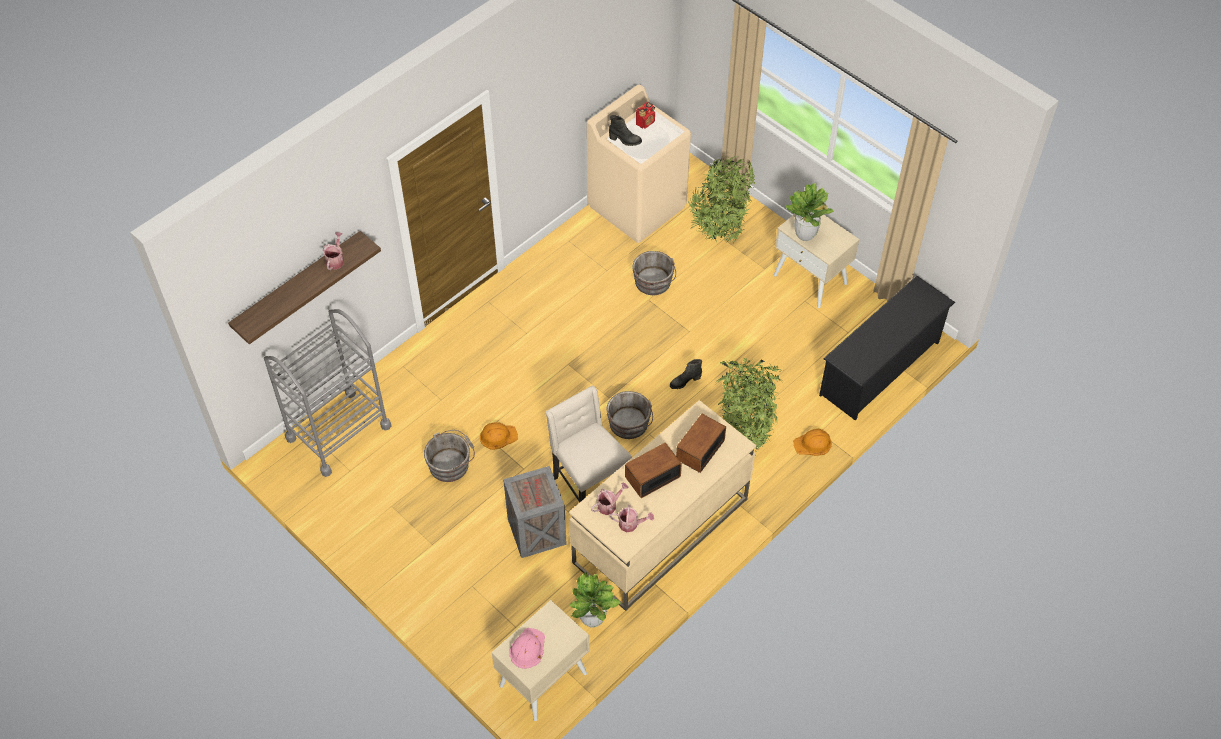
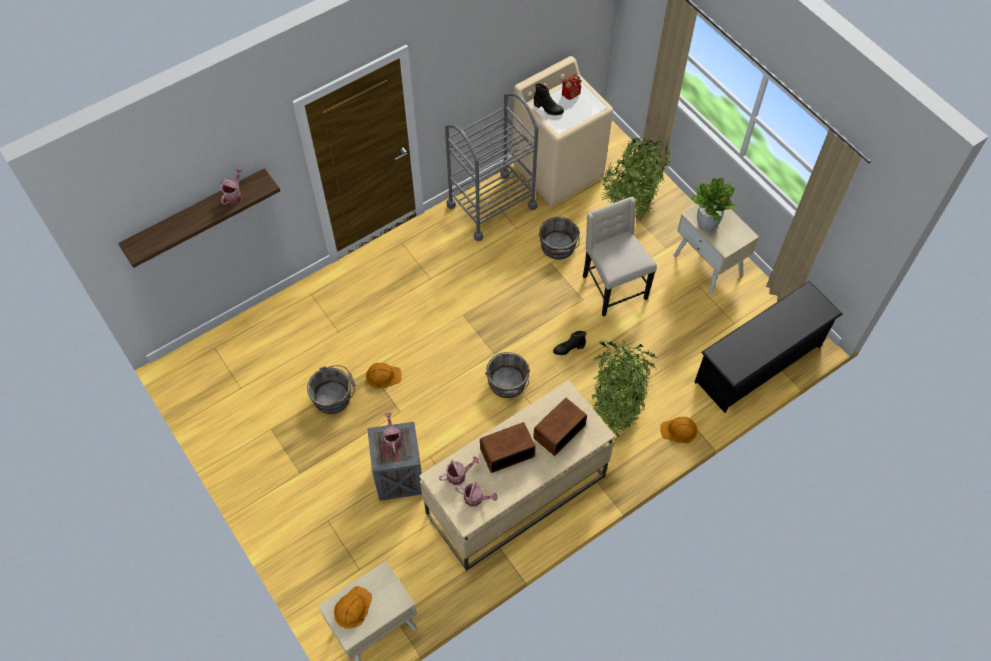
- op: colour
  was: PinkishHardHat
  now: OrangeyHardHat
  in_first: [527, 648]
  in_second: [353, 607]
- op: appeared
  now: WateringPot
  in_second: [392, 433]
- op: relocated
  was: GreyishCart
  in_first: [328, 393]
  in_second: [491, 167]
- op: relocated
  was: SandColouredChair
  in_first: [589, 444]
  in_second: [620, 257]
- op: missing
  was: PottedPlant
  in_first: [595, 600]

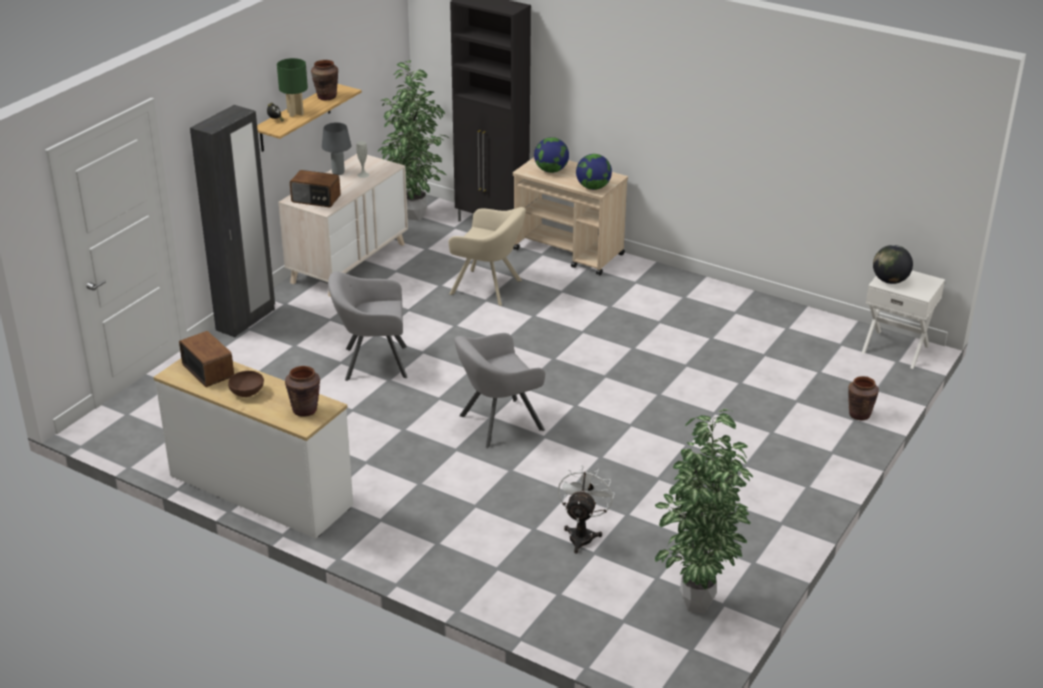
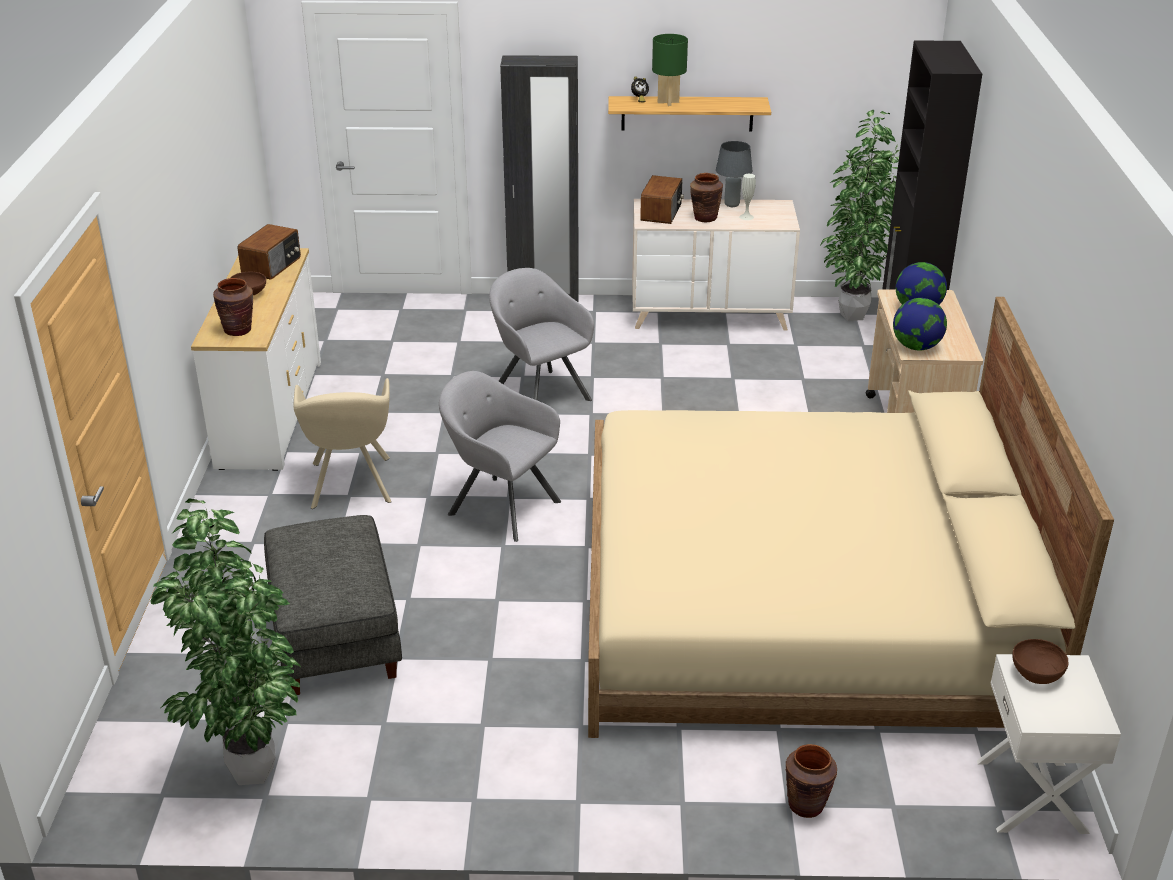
- op: exchanged
  was: WhiteColouredFan
  now: GreyishPouffe
  in_first: [586, 509]
  in_second: [333, 605]
- op: relocated
  was: SandColouredLoungeChair
  in_first: [487, 256]
  in_second: [342, 443]
- op: appeared
  now: SandColouredBedroomBed
  in_second: [851, 517]
- op: spun
  was: Radio
  in_first: [315, 188]
  in_second: [662, 199]
  clockwise: -150
- op: relocated
  was: BrownColouredVase
  in_first: [324, 80]
  in_second: [706, 197]
- op: exchanged
  was: Globe
  now: BrownColouredServingBowl
  in_first: [893, 264]
  in_second: [1040, 661]

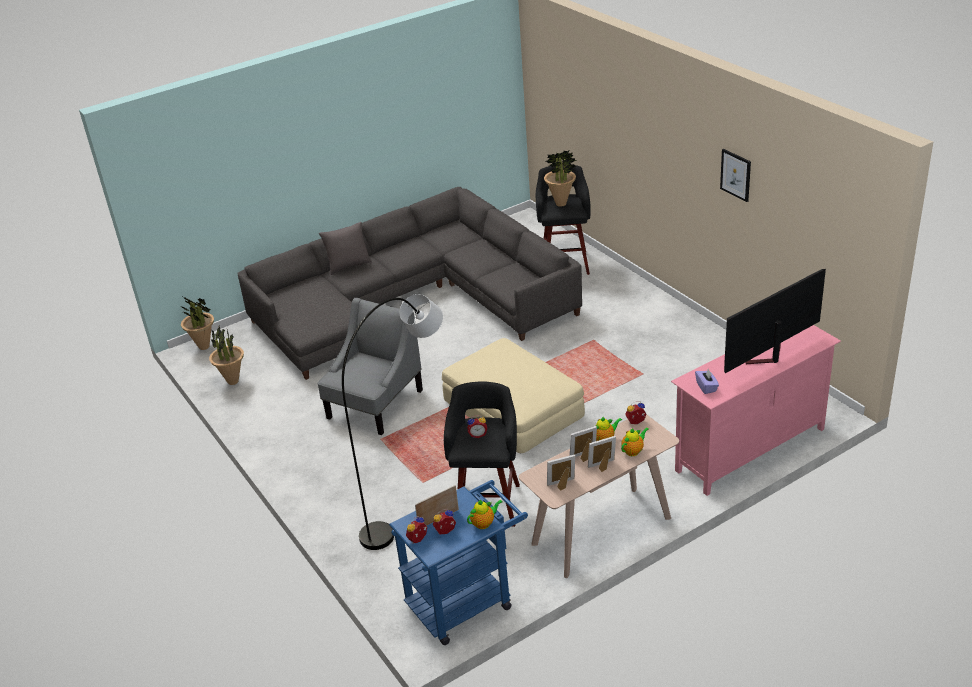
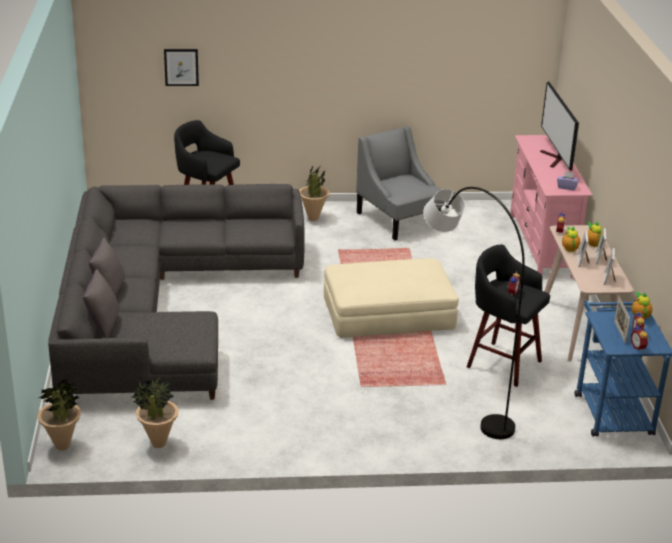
- op: appeared
  now: GreyishThrowPillow
  in_second: [101, 303]
- op: relocated
  was: WallArt
  in_first: [735, 175]
  in_second: [181, 67]
- op: relocated
  was: PottedPlant
  in_first: [560, 179]
  in_second: [314, 192]
- op: relocated
  was: GreyishLoungeChair
  in_first: [370, 366]
  in_second: [400, 183]

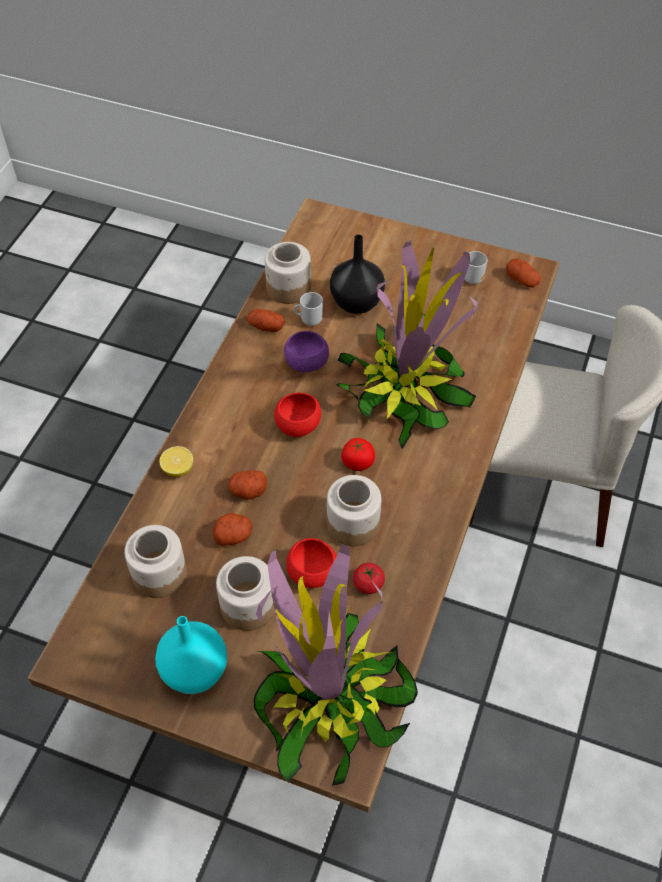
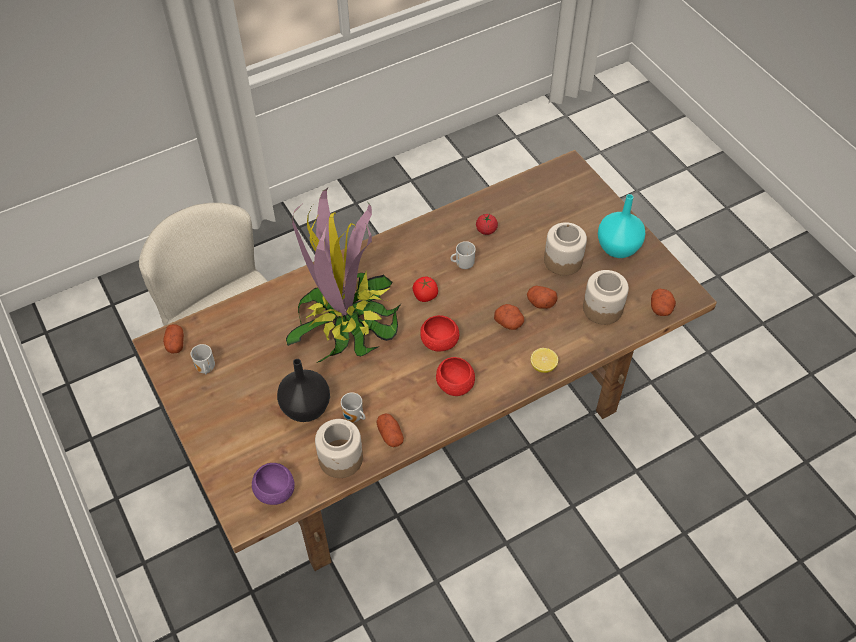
- op: relocated
  was: PurpleColouredServingBowl
  in_first: [306, 351]
  in_second: [273, 484]
- op: relocated
  was: RedServingBowl
  in_first: [311, 563]
  in_second: [455, 376]
- op: exchanged
  was: PreserveJar
  now: CoffeeMug
  in_first: [354, 510]
  in_second: [463, 255]
- op: appeared
  now: Spud
  in_second: [663, 302]
- op: missing
  was: PottedPlant
  in_first: [336, 664]

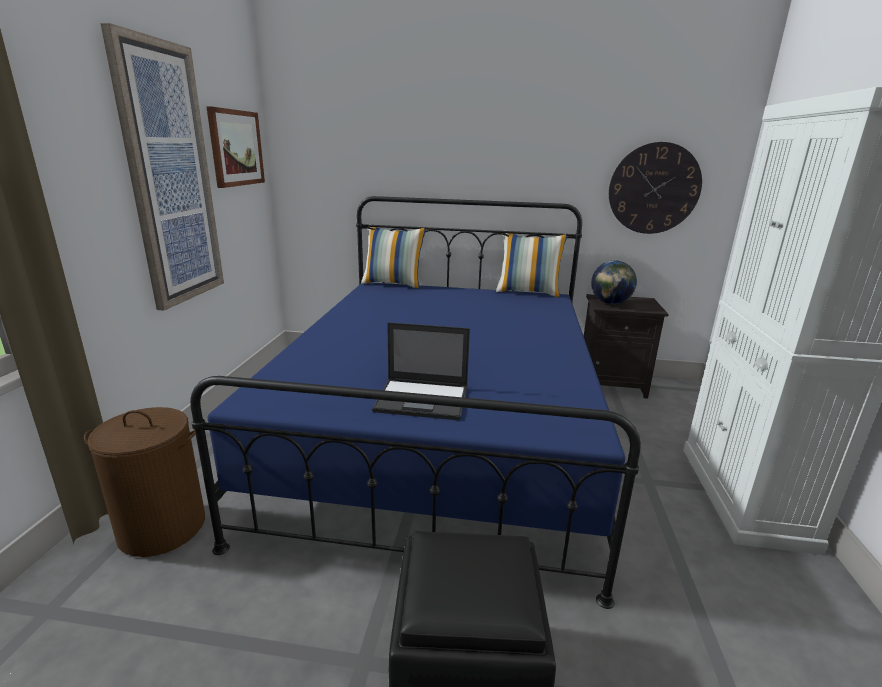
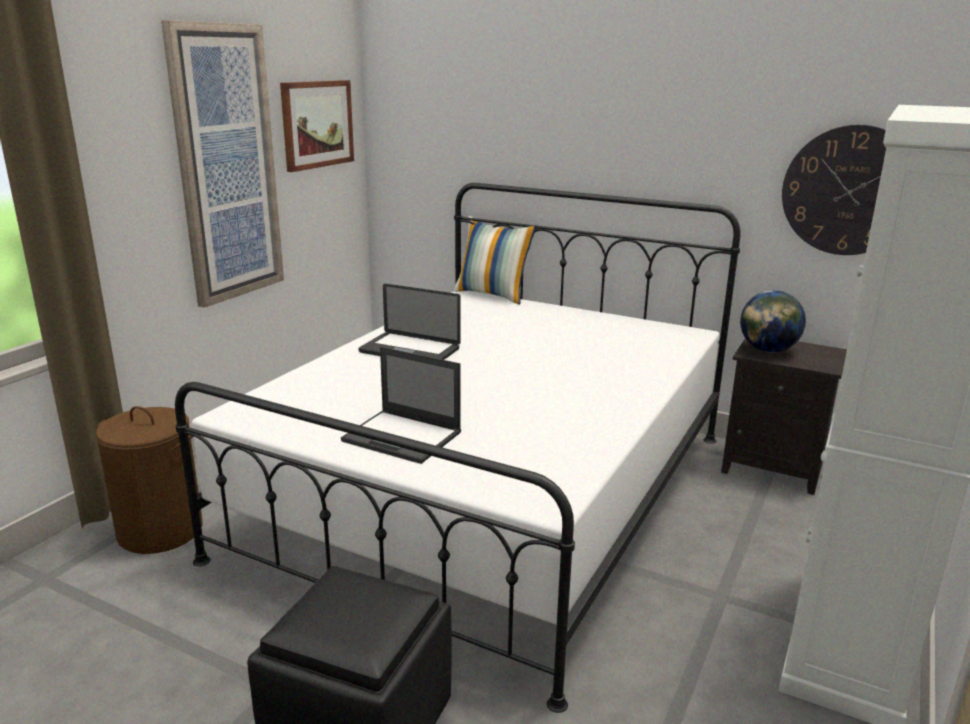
- op: colour
  was: BluishBedroomBed
  now: WhiteColouredBedroomBed
  in_first: [415, 402]
  in_second: [458, 448]
- op: appeared
  now: NotebookComputer
  in_second: [410, 322]
- op: missing
  was: ThrowPillow
  in_first: [531, 263]

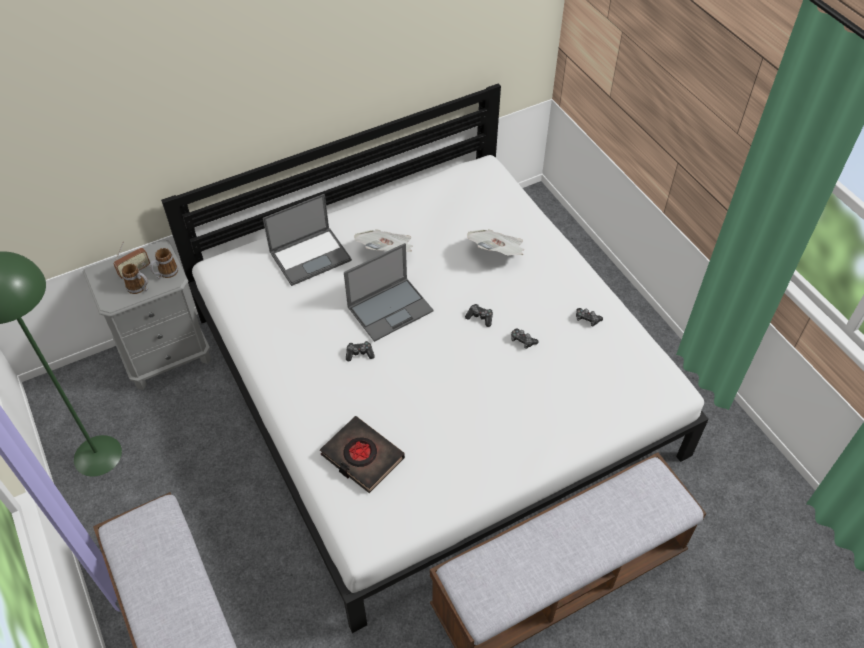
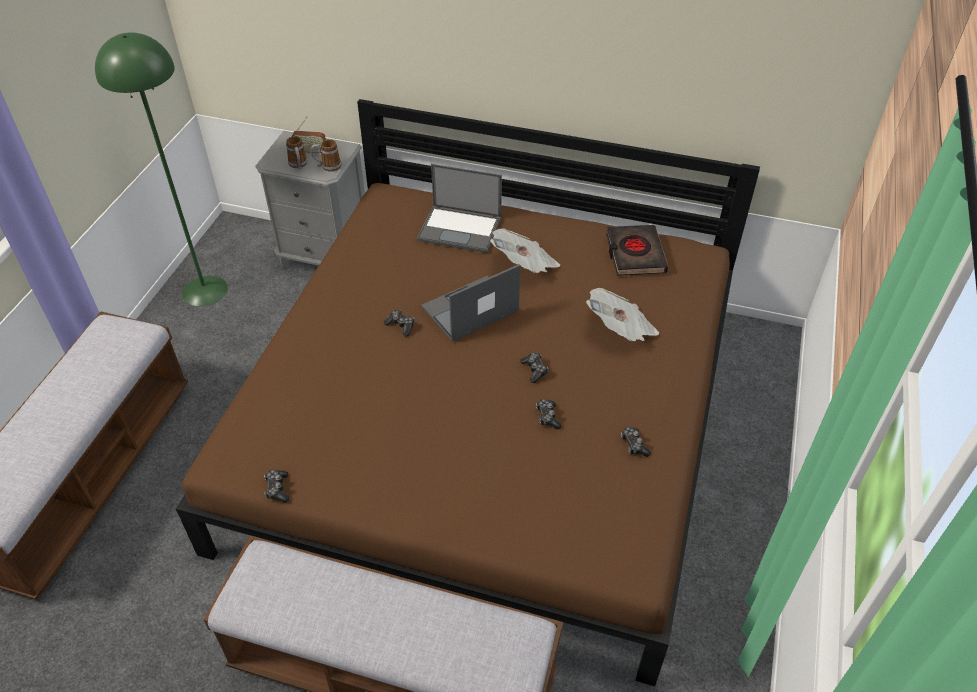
- op: colour
  was: WhiteColouredBedroomBed
  now: BrownColouredBedroomBed
  in_first: [435, 358]
  in_second: [468, 392]
- op: appeared
  now: Gamepad
  in_second: [276, 486]
- op: spun
  was: NotebookComputer
  in_first: [389, 292]
  in_second: [470, 303]
  clockwise: 135
- op: relocated
  was: BlackBook
  in_first: [362, 454]
  in_second: [637, 250]

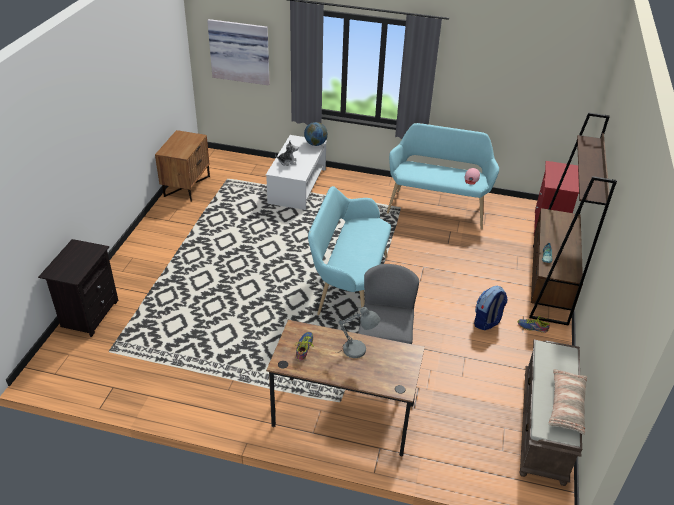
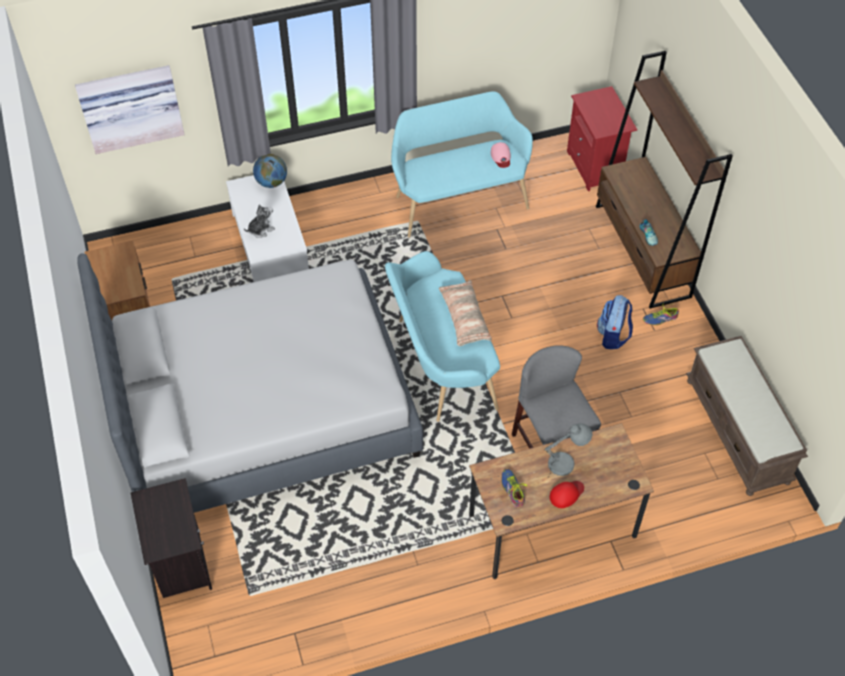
- op: appeared
  now: GreyishBedroomBed
  in_second: [250, 383]
- op: relocated
  was: ThrowPillow
  in_first: [567, 402]
  in_second: [465, 313]
- op: appeared
  now: RedBaseballCap
  in_second: [567, 494]

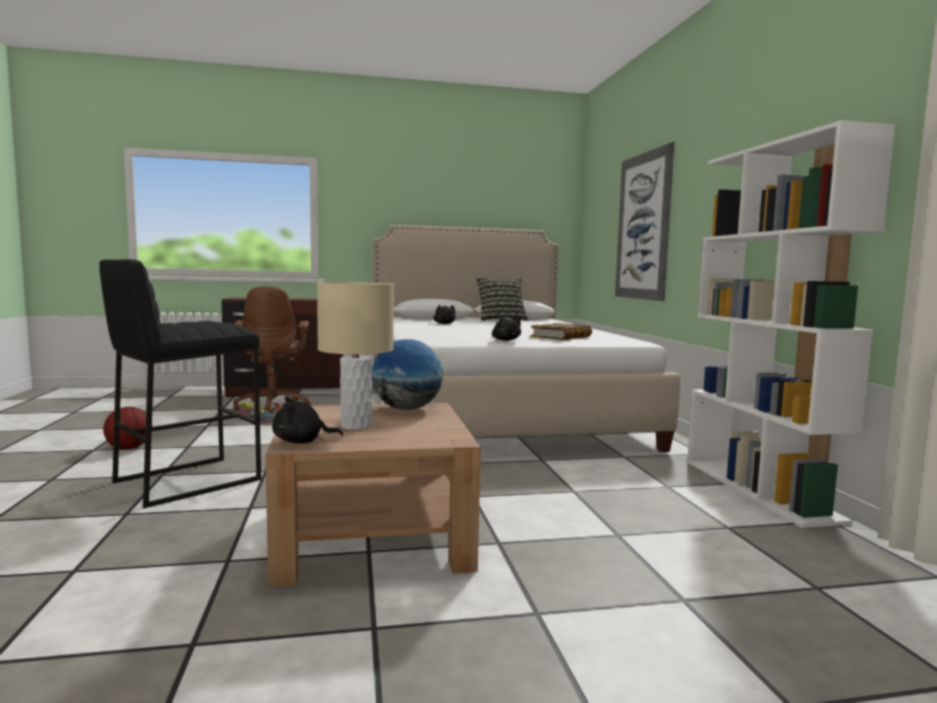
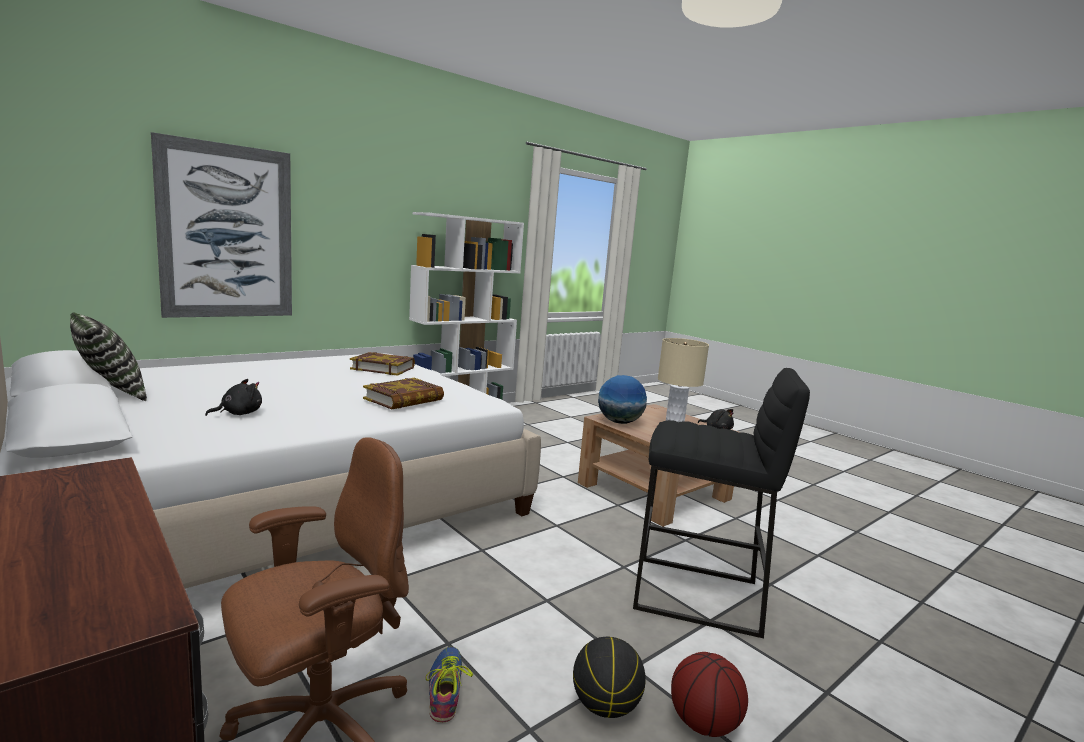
- op: appeared
  now: Book
  in_second: [403, 394]
- op: appeared
  now: BasketballBall
  in_second: [609, 677]
- op: missing
  was: BlackCuddlyToy
  in_first: [506, 328]

